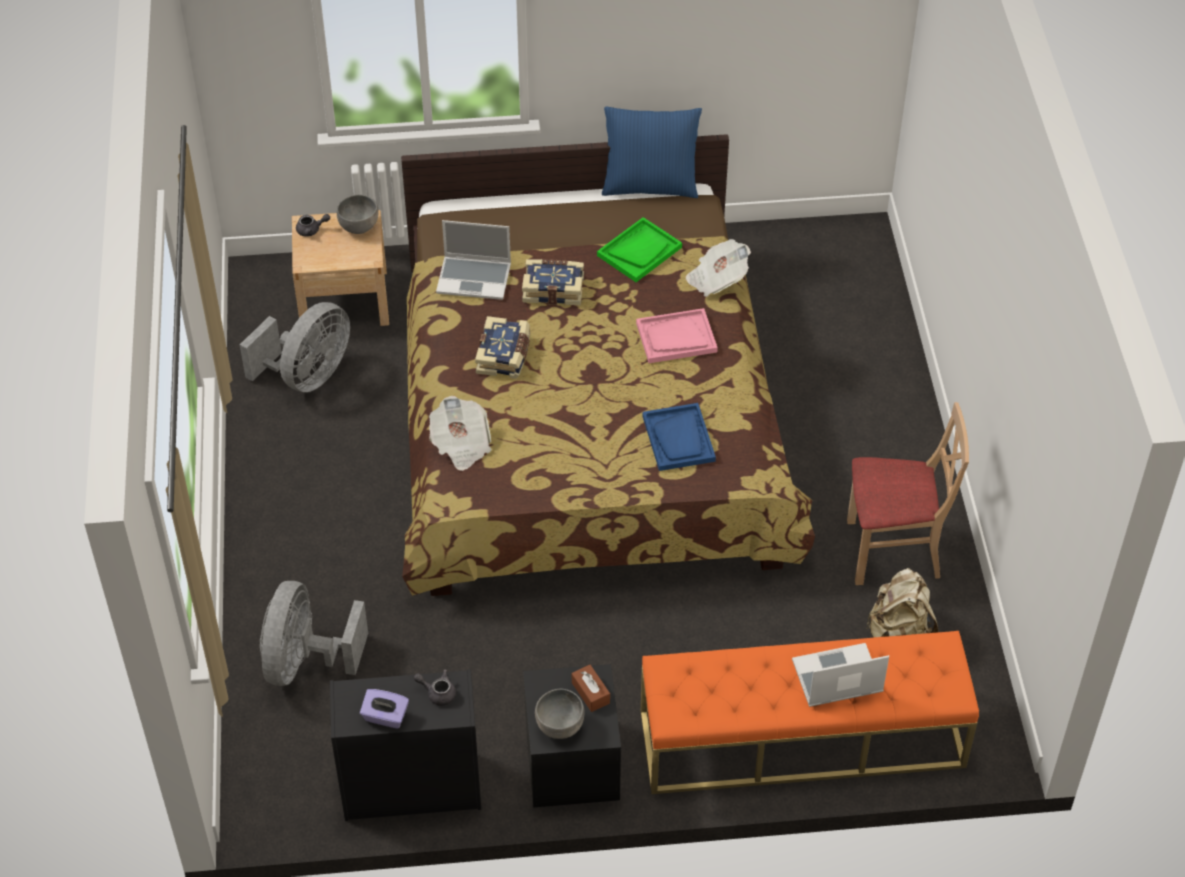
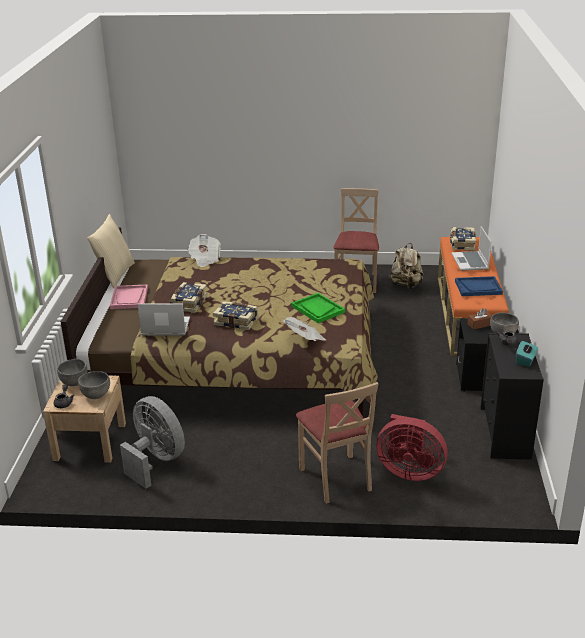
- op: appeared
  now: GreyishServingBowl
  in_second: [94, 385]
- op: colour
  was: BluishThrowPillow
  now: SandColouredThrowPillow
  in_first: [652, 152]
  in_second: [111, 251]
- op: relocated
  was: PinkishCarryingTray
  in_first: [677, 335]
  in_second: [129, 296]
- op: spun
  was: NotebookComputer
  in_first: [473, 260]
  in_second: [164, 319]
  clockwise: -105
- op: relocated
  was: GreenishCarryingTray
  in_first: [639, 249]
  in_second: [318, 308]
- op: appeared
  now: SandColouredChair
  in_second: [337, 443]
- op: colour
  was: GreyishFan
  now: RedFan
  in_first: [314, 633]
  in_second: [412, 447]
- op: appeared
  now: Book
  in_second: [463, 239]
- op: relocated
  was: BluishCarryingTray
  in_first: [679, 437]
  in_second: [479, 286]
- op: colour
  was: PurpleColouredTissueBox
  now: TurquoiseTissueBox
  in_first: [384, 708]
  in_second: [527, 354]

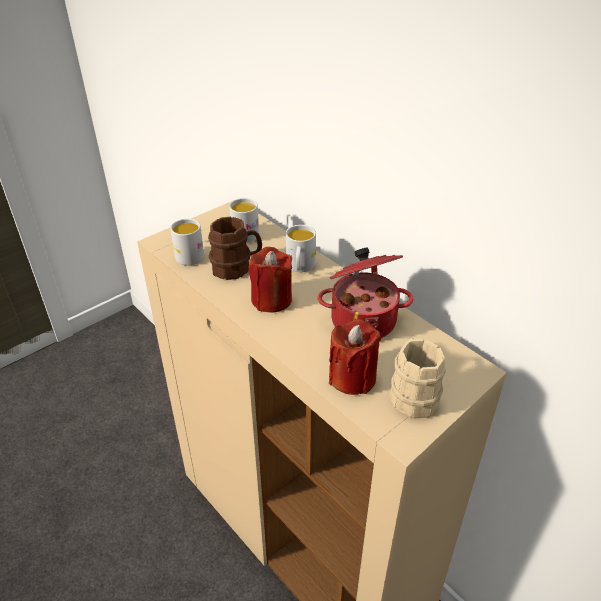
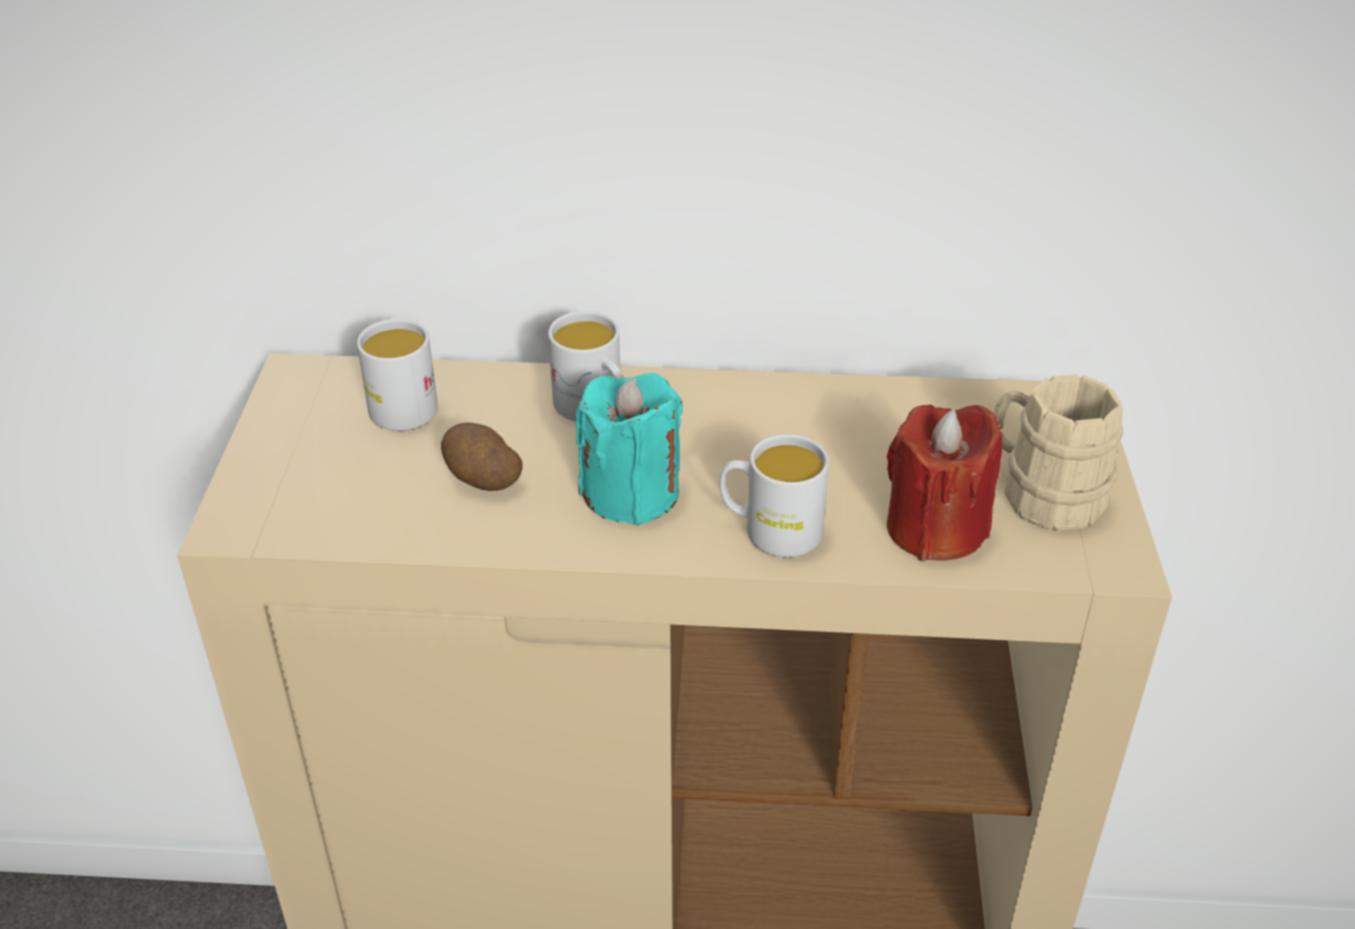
- op: exchanged
  was: BrownColouredCoffeeMug
  now: Spud
  in_first: [235, 248]
  in_second: [481, 456]
- op: colour
  was: RedCandle
  now: TurquoiseCandle
  in_first: [270, 280]
  in_second: [629, 449]
- op: relocated
  was: WhiteColouredCoffeeMug
  in_first: [187, 242]
  in_second: [774, 495]
- op: missing
  was: Stockpot
  in_first: [365, 292]

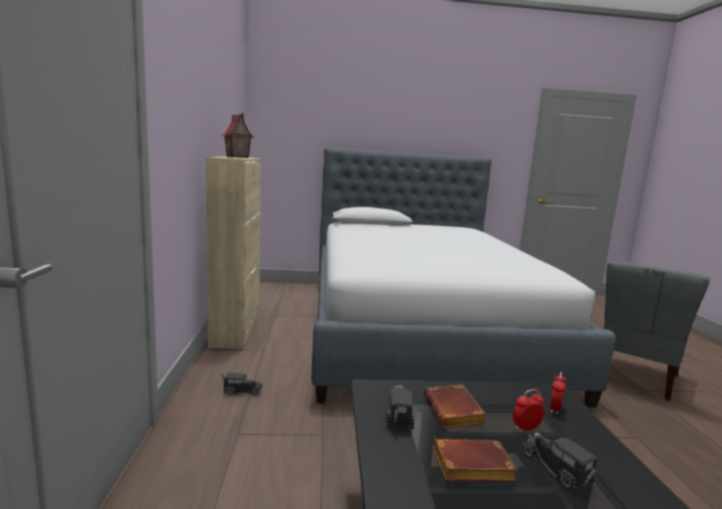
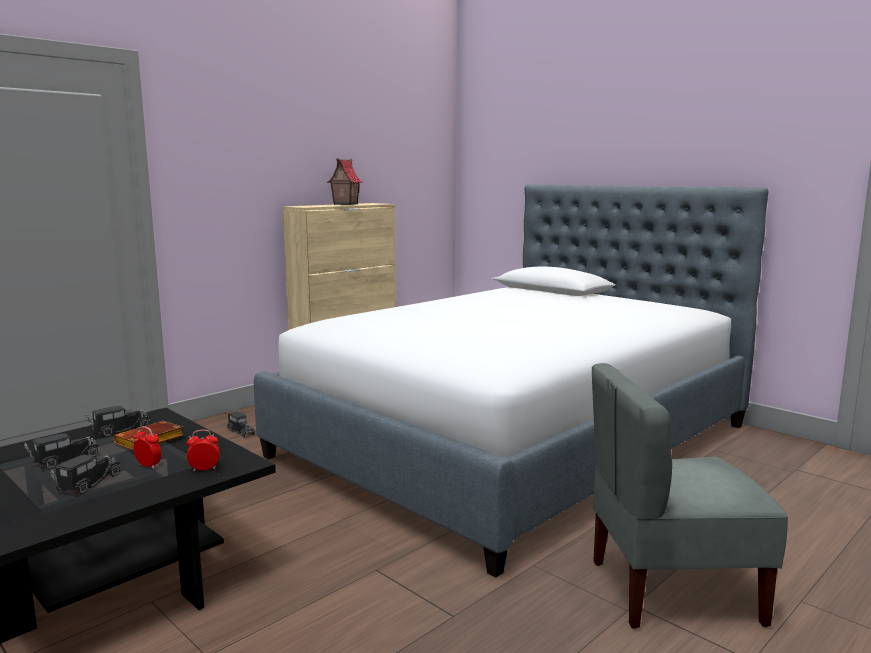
- op: exchanged
  was: BrownColouredBook
  now: ToyLorry
  in_first: [476, 460]
  in_second: [61, 451]

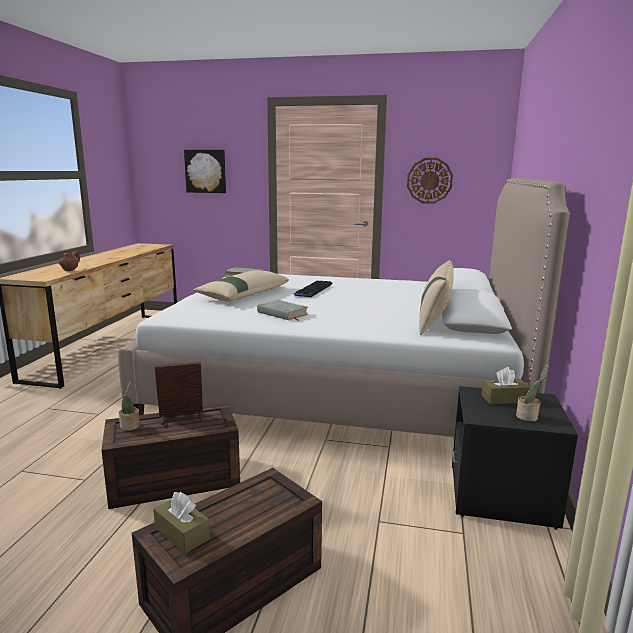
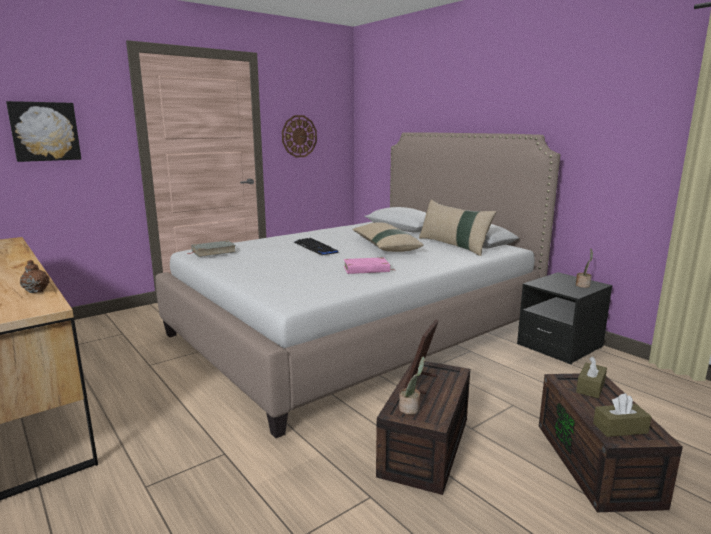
- op: colour
  was: GreyishBook
  now: PinkishBook
  in_first: [282, 310]
  in_second: [368, 265]
- op: relocated
  was: SandColouredThrowPillow
  in_first: [241, 285]
  in_second: [388, 237]
- op: relocated
  was: BrownColouredTissueBox
  in_first: [505, 385]
  in_second: [591, 377]

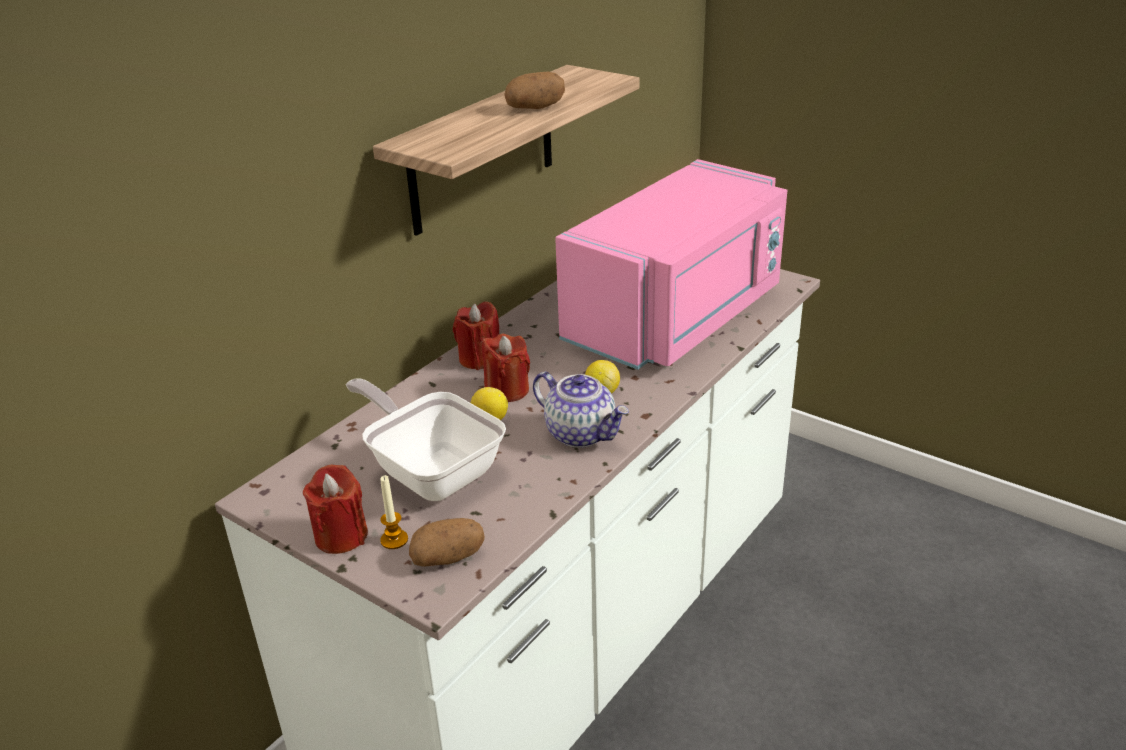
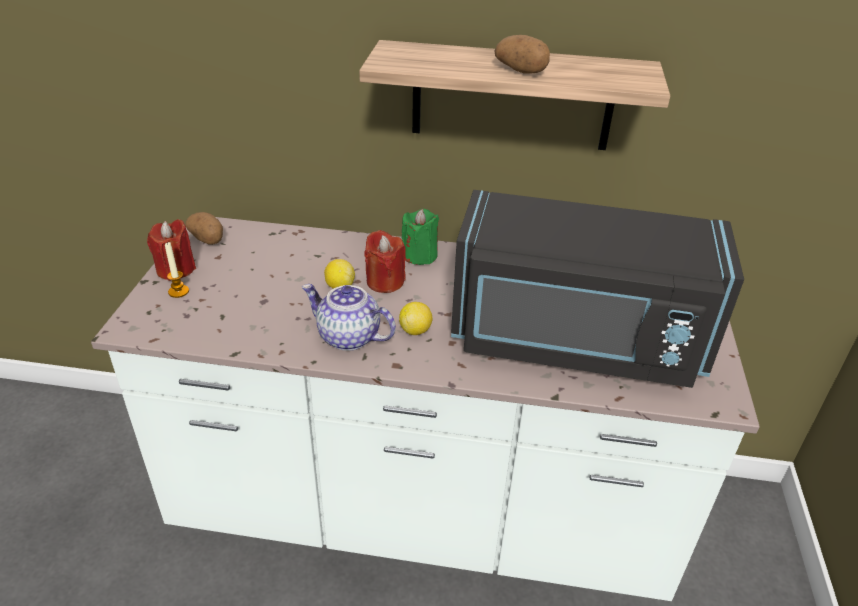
- op: relocated
  was: Spud
  in_first: [447, 542]
  in_second: [204, 228]
- op: spun
  was: Teapot
  in_first: [581, 410]
  in_second: [349, 317]
  clockwise: 105
- op: colour
  was: RedCandle
  now: GreenishCandle
  in_first: [476, 336]
  in_second: [420, 237]
- op: colour
  was: PinkishKitchenMicrowave
  now: BlackKitchenMicrowave
  in_first: [671, 264]
  in_second: [597, 289]
- op: missing
  was: Pan
  in_first: [426, 440]

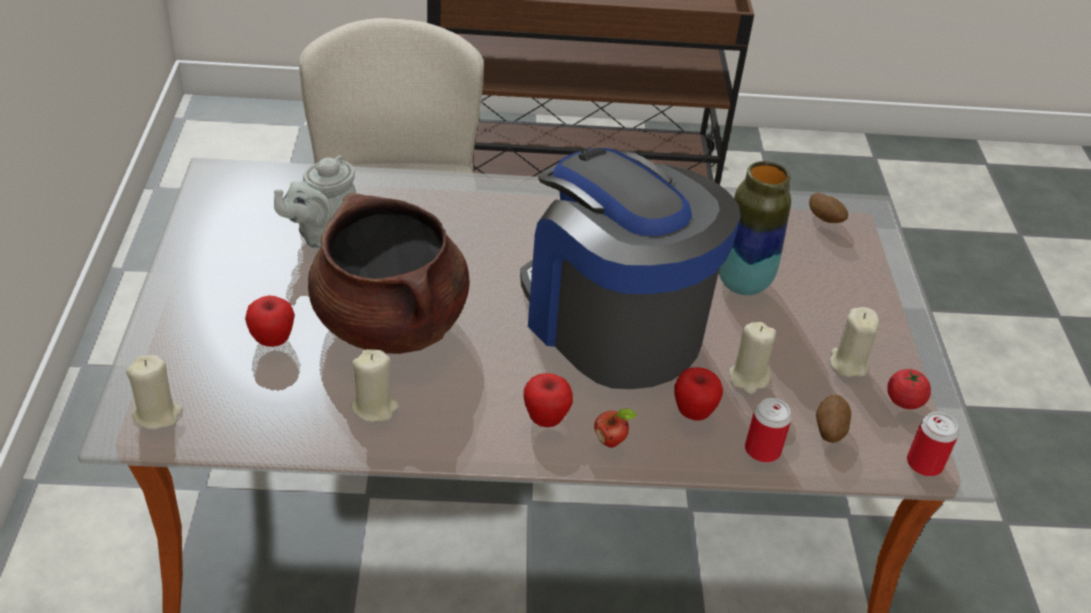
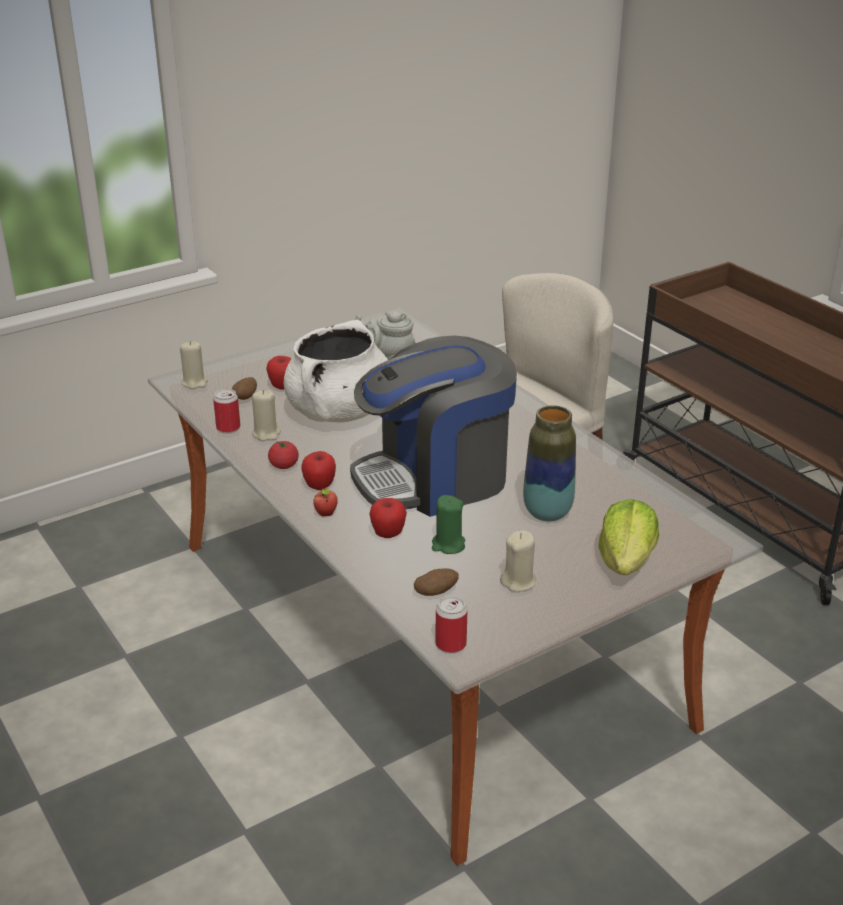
- op: relocated
  was: SealedCan
  in_first: [768, 430]
  in_second: [226, 411]
- op: relocated
  was: Spud
  in_first: [828, 207]
  in_second: [244, 388]
- op: relocated
  was: Tomato
  in_first: [909, 389]
  in_second: [283, 455]
- op: colour
  was: BrownColouredStockpot
  now: WhiteColouredStockpot
  in_first: [389, 273]
  in_second: [336, 371]
- op: spun
  was: CoffeeMaker
  in_first: [630, 268]
  in_second: [433, 426]
  clockwise: -135
- op: colour
  was: SandColouredCandle
  now: GreenishCandle
  in_first: [752, 358]
  in_second: [448, 524]
- op: appeared
  now: HeadOfLettuce
  in_second: [628, 537]

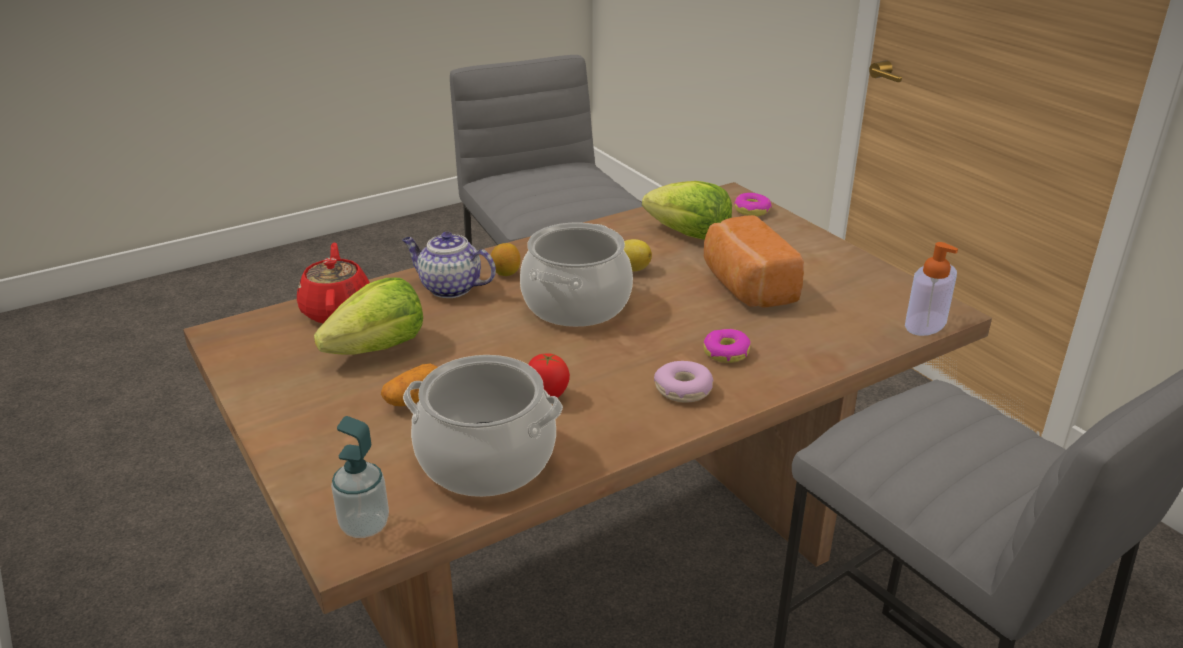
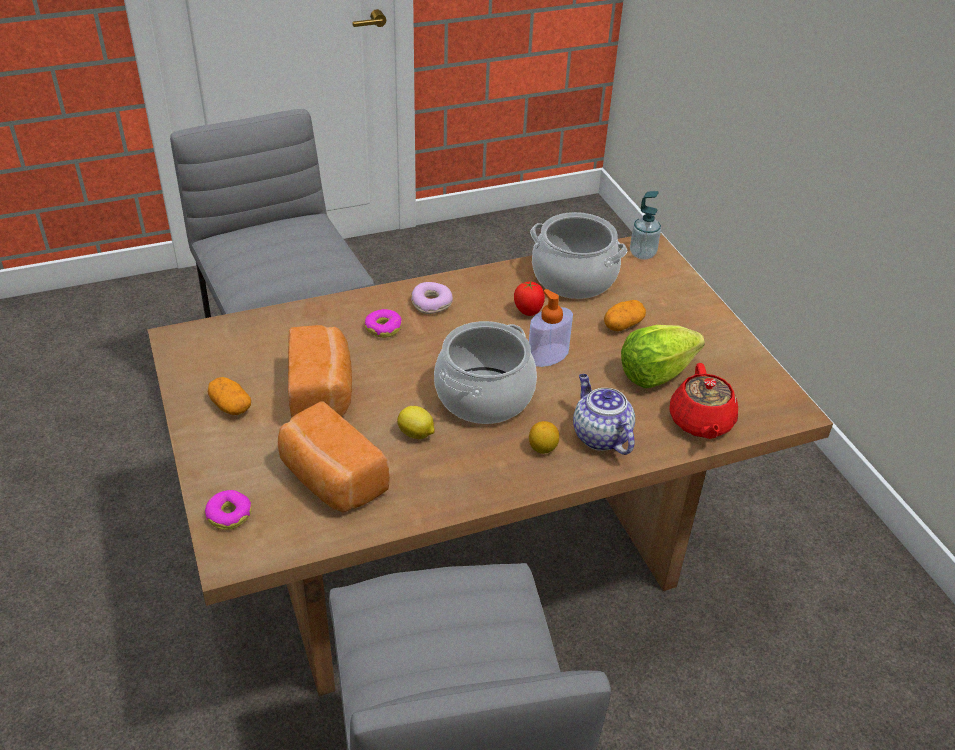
- op: appeared
  now: Spud
  in_second: [229, 396]
- op: exchanged
  was: HeadOfLettuce
  now: Bread
  in_first: [687, 210]
  in_second: [334, 457]
- op: relocated
  was: LiquidSoapBottle
  in_first: [931, 289]
  in_second: [551, 328]
- op: spun
  was: Teapot
  in_first: [449, 265]
  in_second: [604, 414]
  clockwise: -150

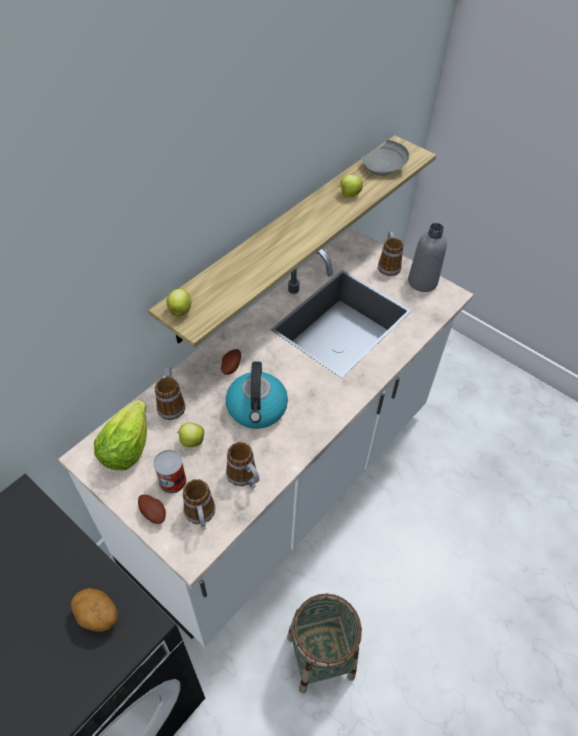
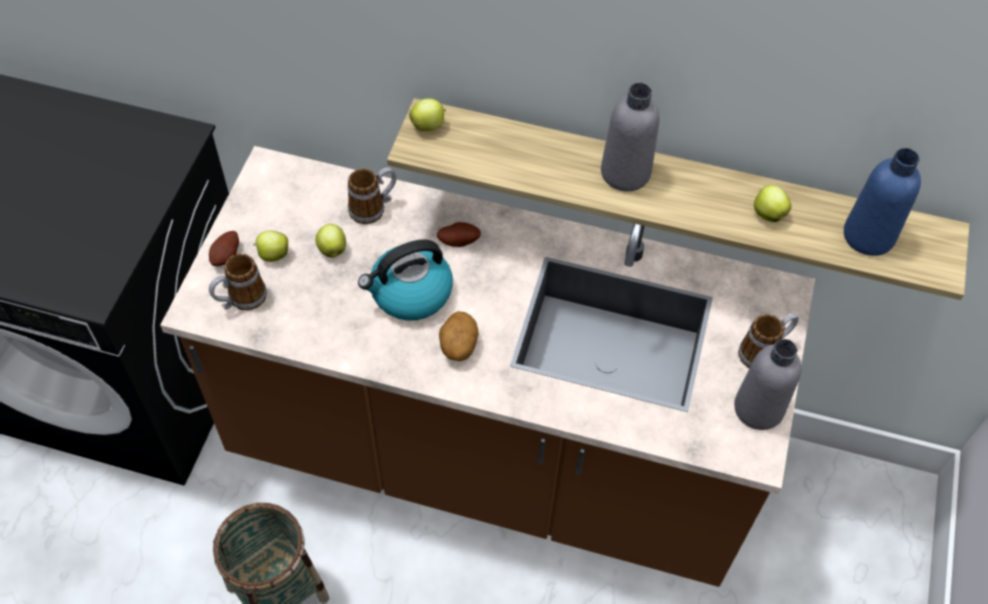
- op: colour
  was: WhiteColouredKitchenCounter
  now: BrownColouredKitchenCounter
  in_first: [266, 438]
  in_second: [487, 366]
- op: exchanged
  was: SealedCan
  now: Apple
  in_first: [169, 472]
  in_second: [270, 246]
- op: relocated
  was: Spud
  in_first: [94, 610]
  in_second: [459, 336]
- op: appeared
  now: GreyishBeverageBottle
  in_second: [630, 137]
- op: exchanged
  was: GreyishFlatDish
  now: BluishBeverageBottle
  in_first: [385, 158]
  in_second: [882, 202]
- op: missing
  was: HeadOfLettuce
  in_first: [120, 435]
- op: missing
  was: CoffeeMug
  in_first: [242, 465]

